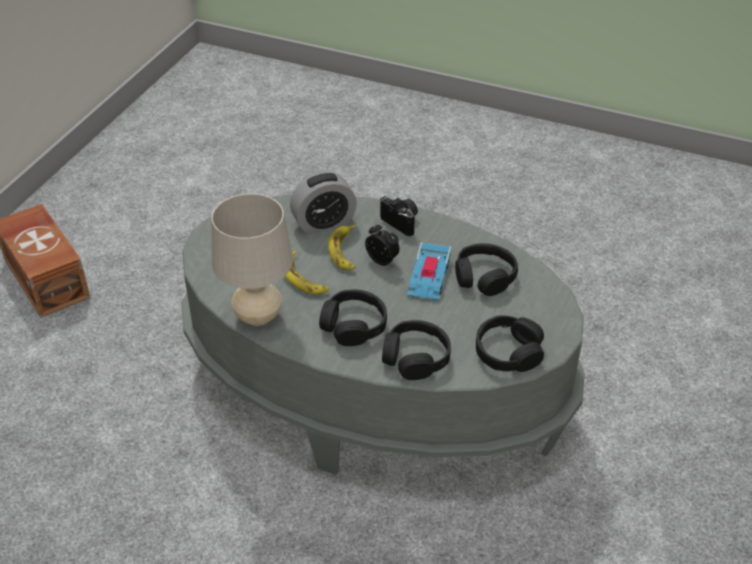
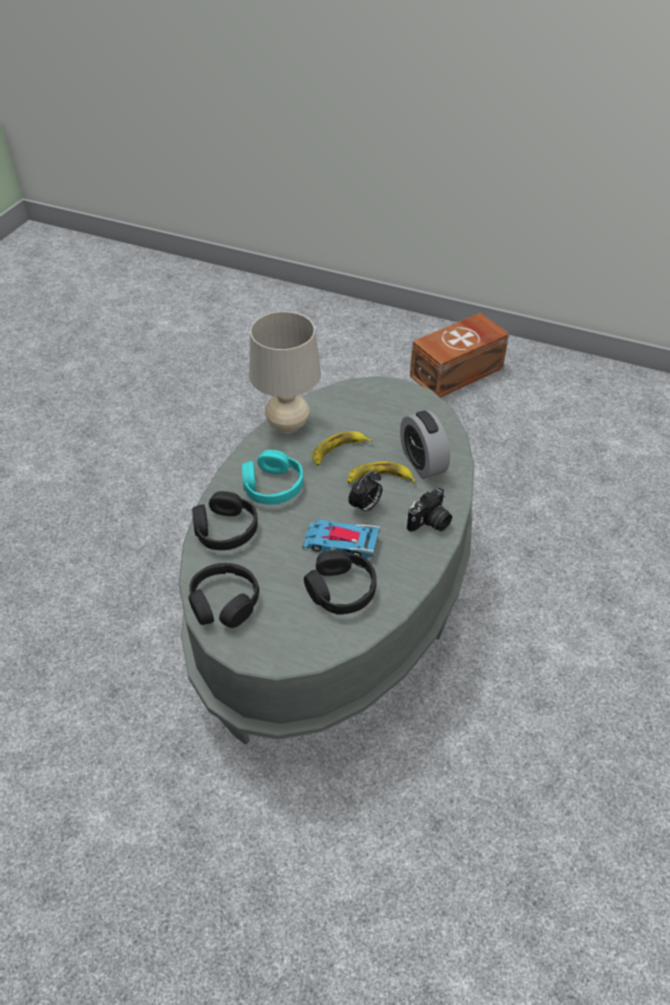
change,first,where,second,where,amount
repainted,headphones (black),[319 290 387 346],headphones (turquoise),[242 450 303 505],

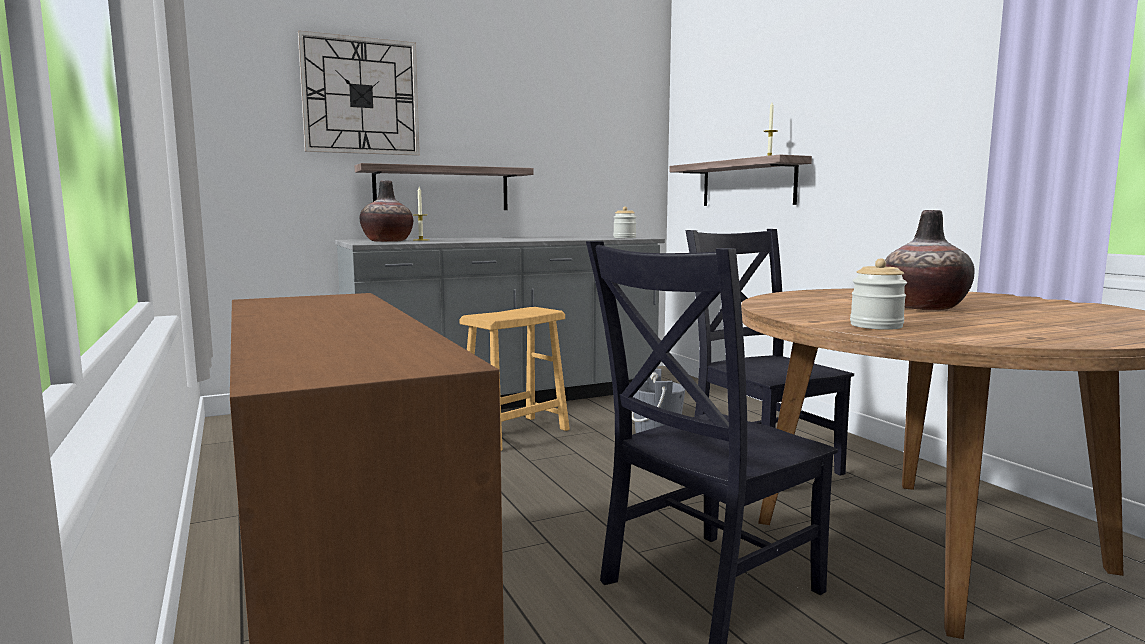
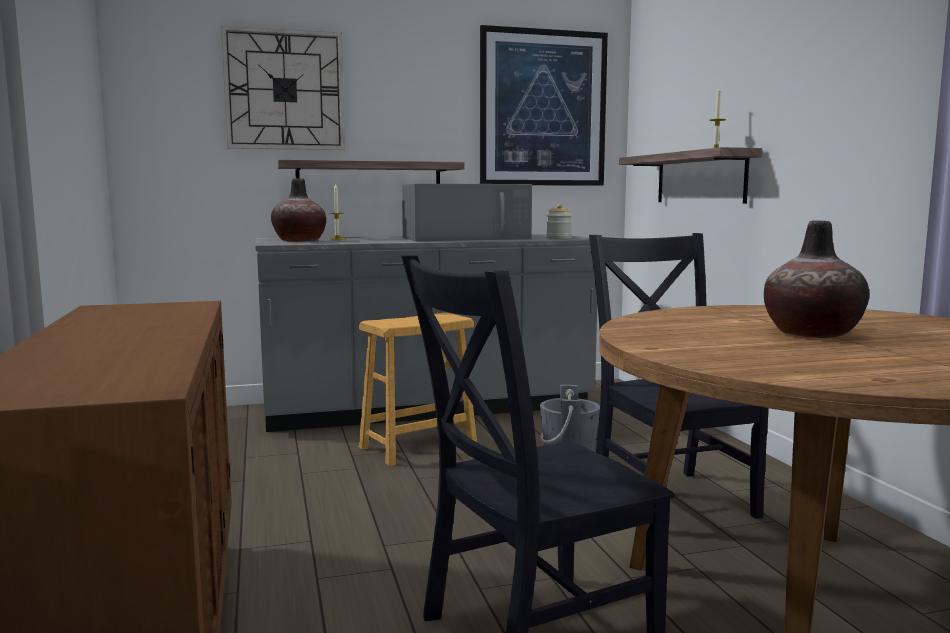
change,first,where,second,where,amount
gone,jar,[850 258 907 330],,,
new,,,microwave (grey),[402 184 532 241],
new,,,picture,[480 25 608 186],

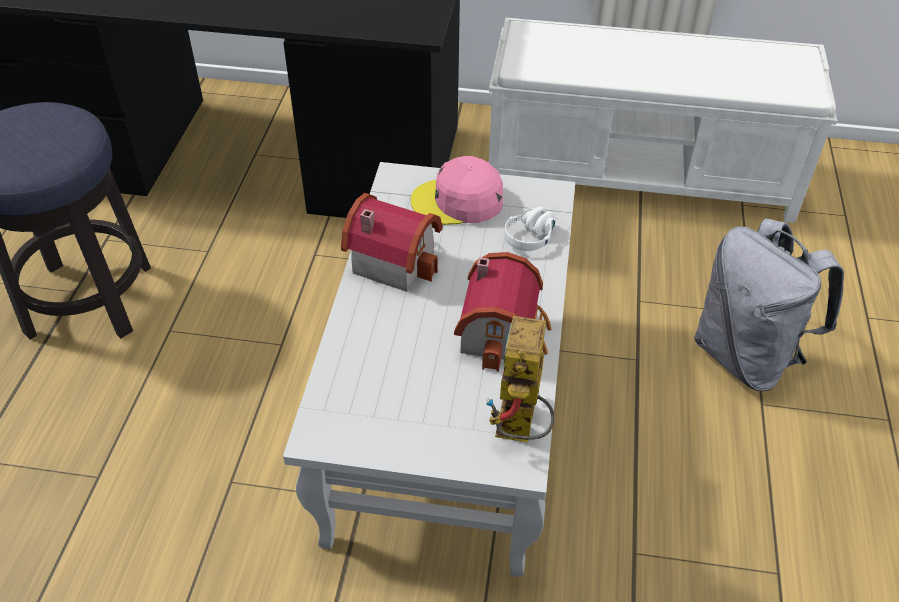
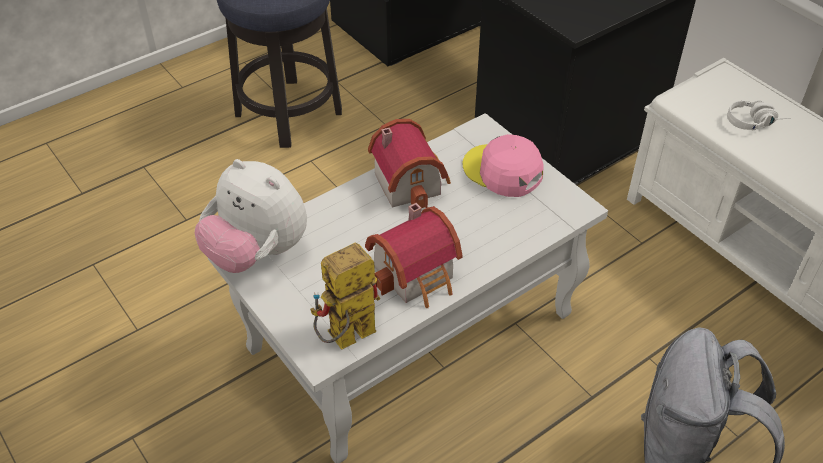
change,first,where,second,where,amount
new,,,plush toy,[195 159 307 273],
shifted,headphones (white),[504 206 566 251],,[727 100 791 130],

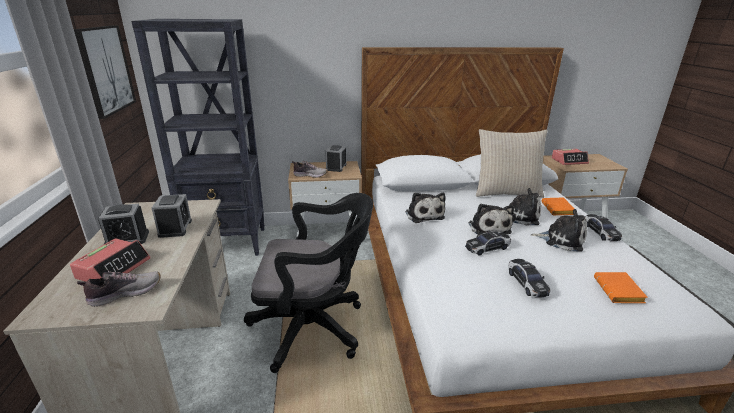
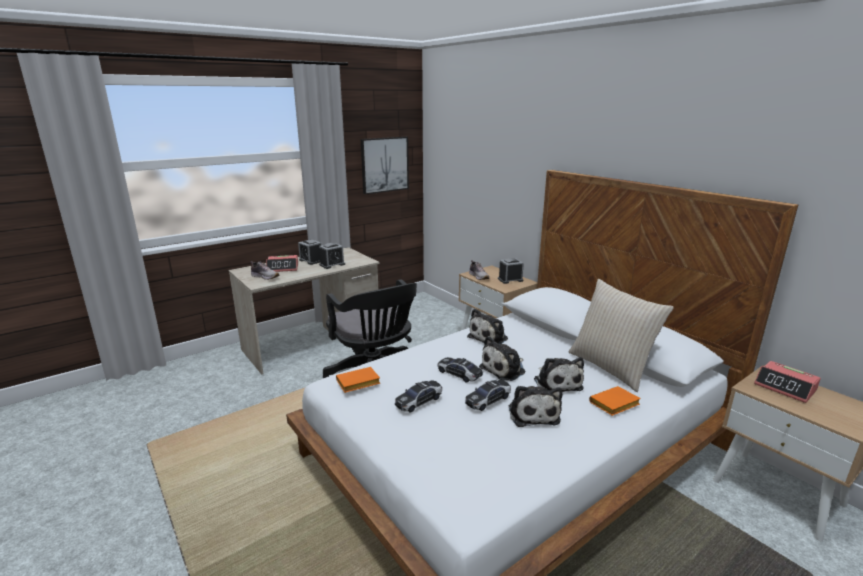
change,first,where,second,where,amount
gone,bookcase (black),[131 19 265 256],,,
shifted,toy car,[585 214 622 241],,[465 380 511 411],
shifted,book (orange),[594 272 648 303],,[336 367 380 393],

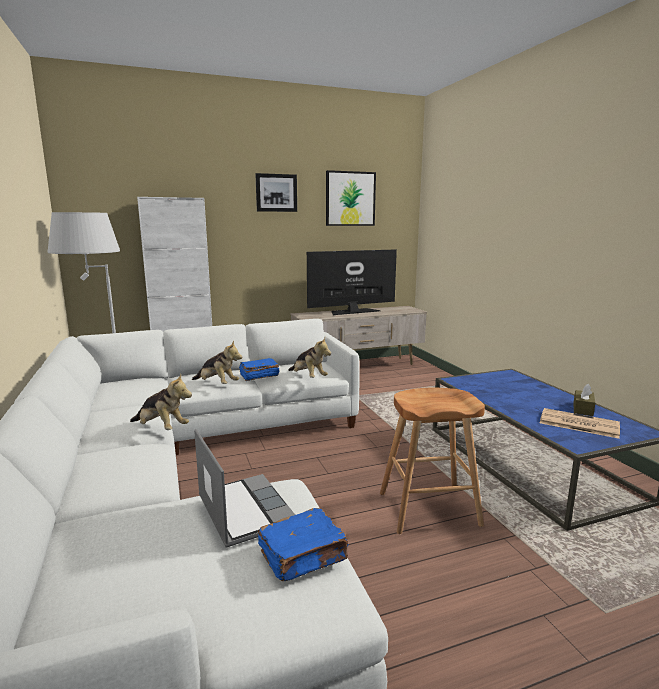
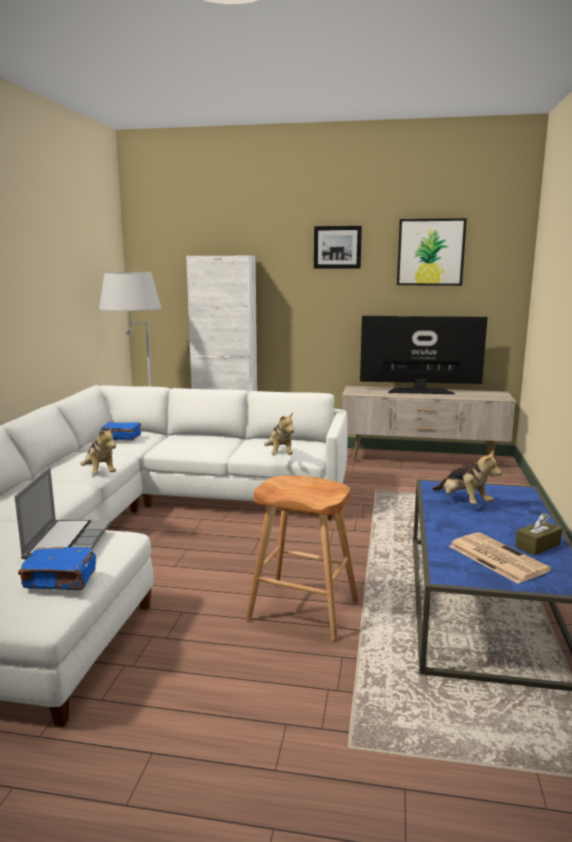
change,first,where,second,where,amount
shifted,plush toy,[192 340 242 384],,[432 450 502 504],
shifted,book (blue),[239 358 279 381],,[99 422 141 441],

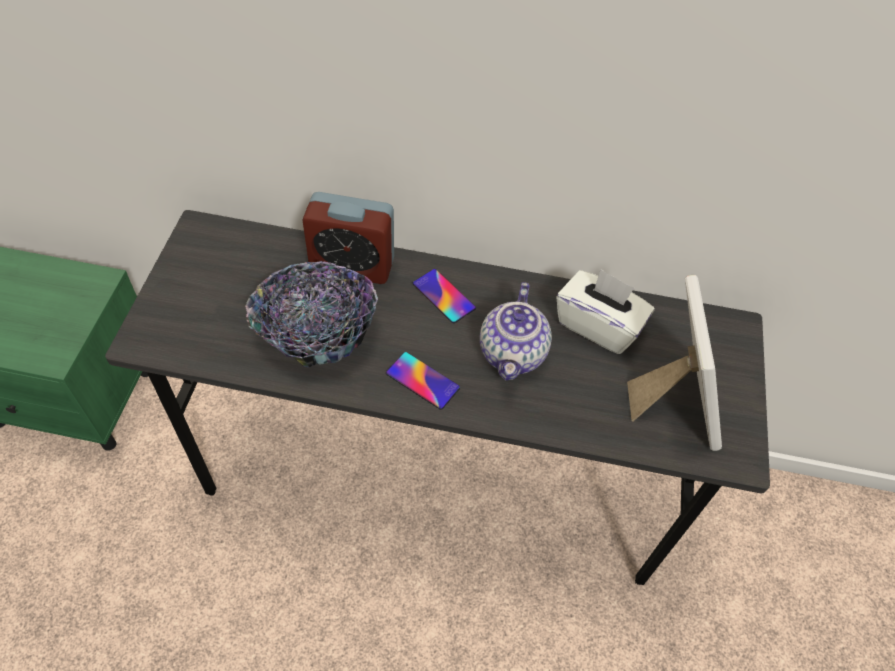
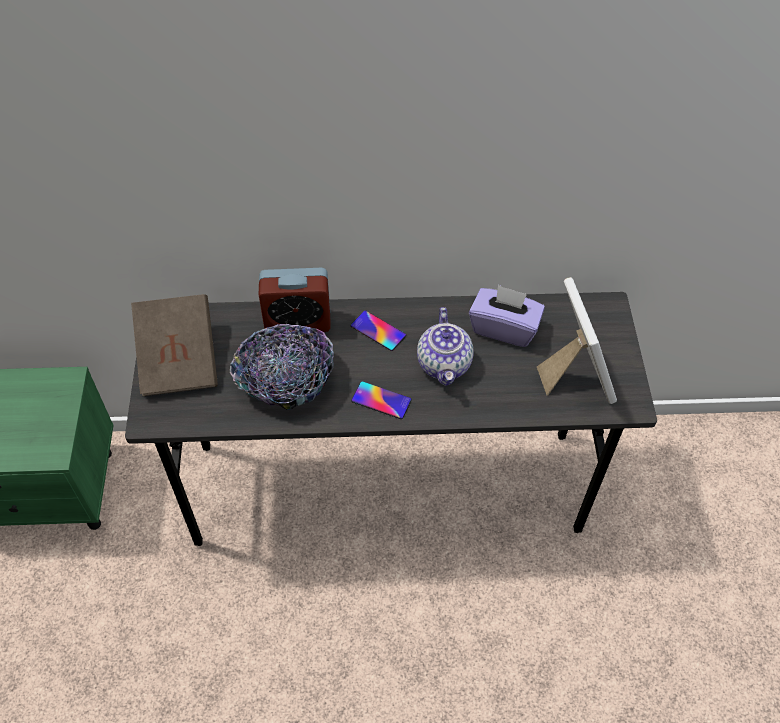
change,first,where,second,where,amount
new,,,book (brown),[131 294 218 396],
repainted,tissue box (white),[557 269 654 354],tissue box (purple),[469 285 545 347],

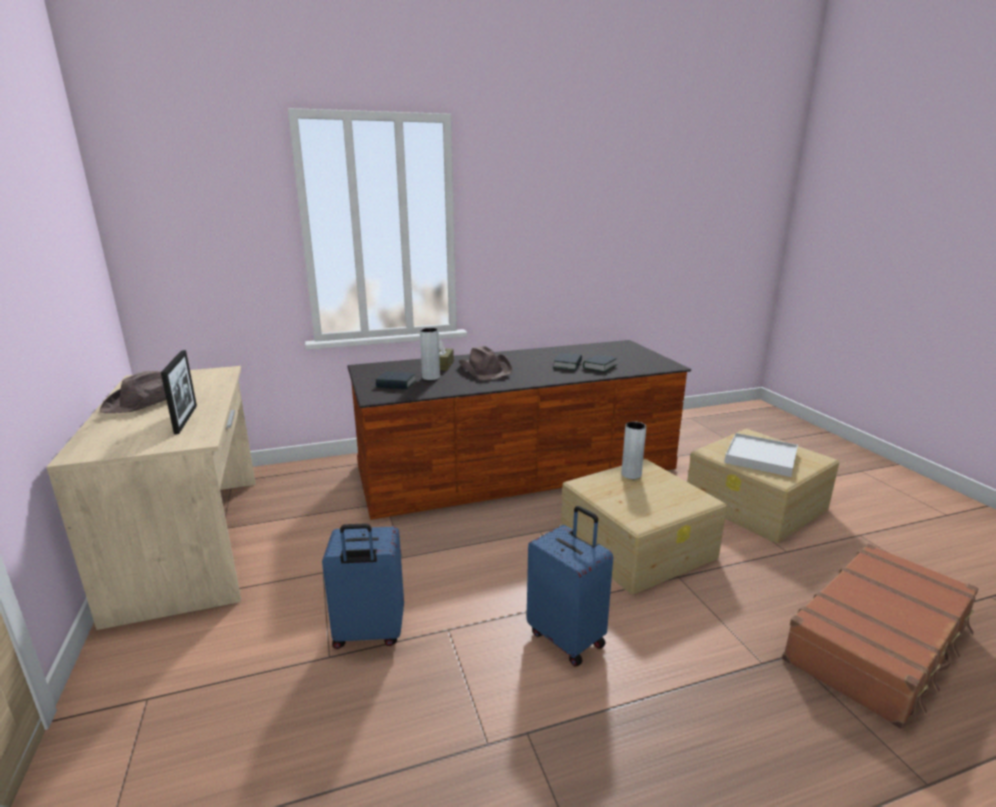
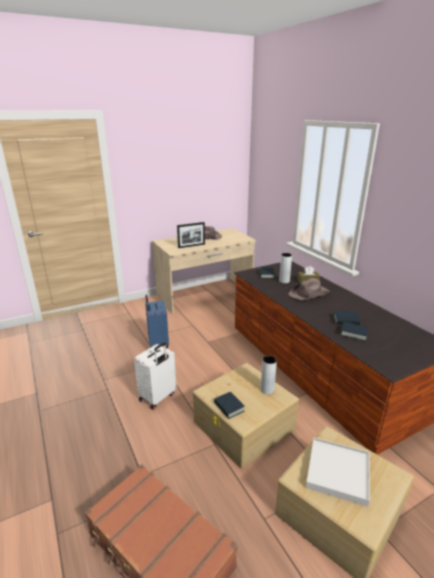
change,first,where,second,where,amount
new,,,book,[214 392 245 419],
repainted,suitcase (blue),[527 506 613 667],suitcase (white),[134 342 176 410],

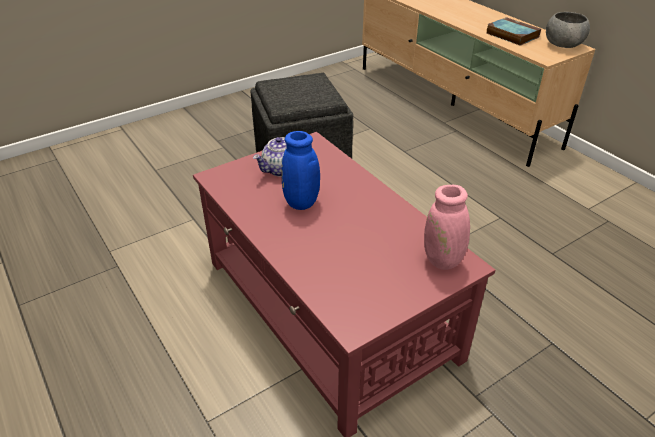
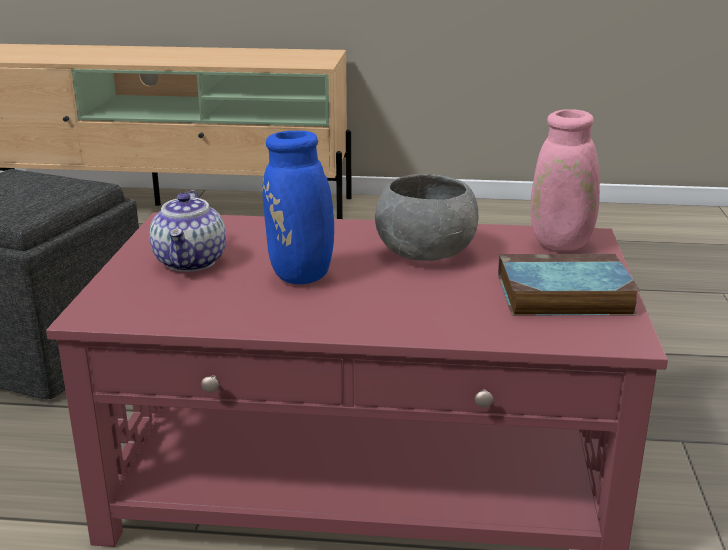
change,first,where,second,where,amount
shifted,book,[487 17 541 46],,[498 254 641 316],
shifted,bowl (grey),[546 12 590 48],,[375 174 478 261],

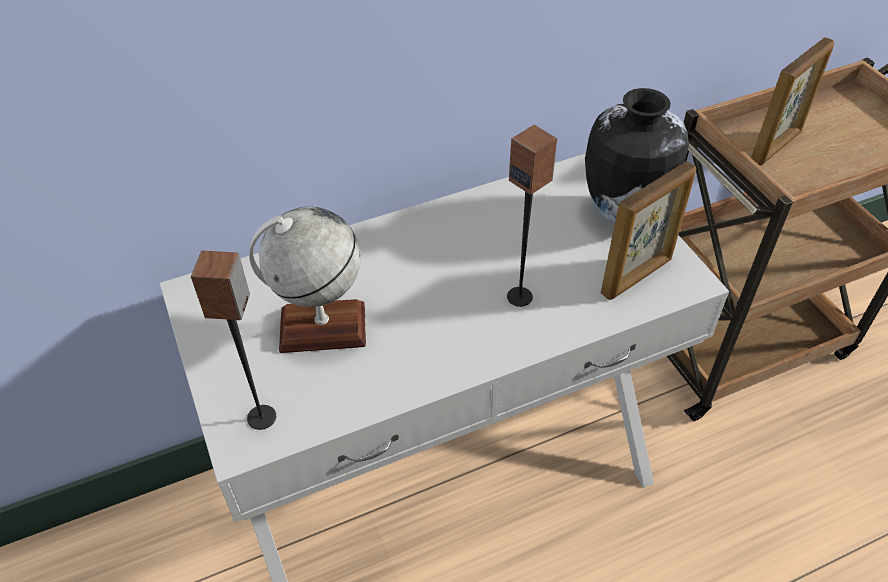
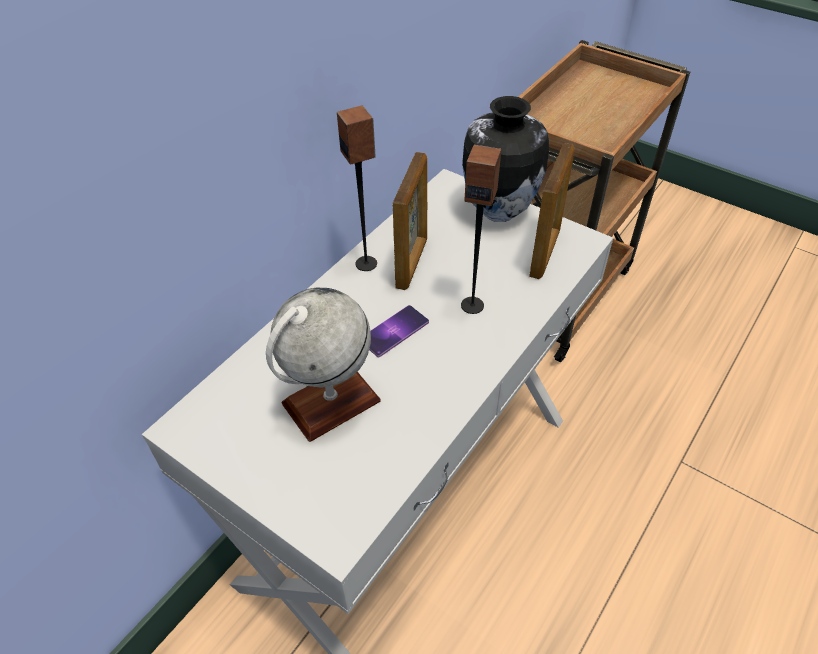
change,first,where,second,where,amount
new,,,phone,[369 305 429 357],
shifted,speaker,[191 251 276 430],,[337 105 377 271],
shifted,picture frame,[751 37 834 166],,[393 152 427 290],

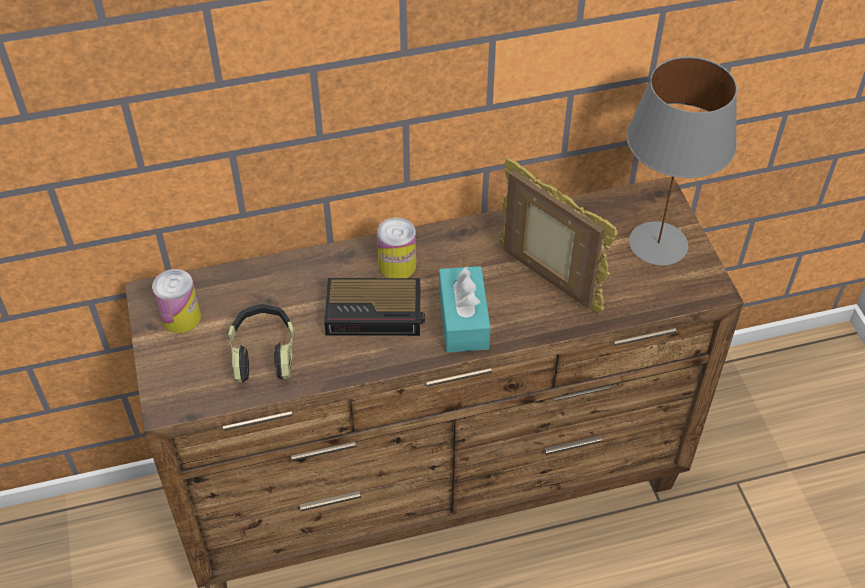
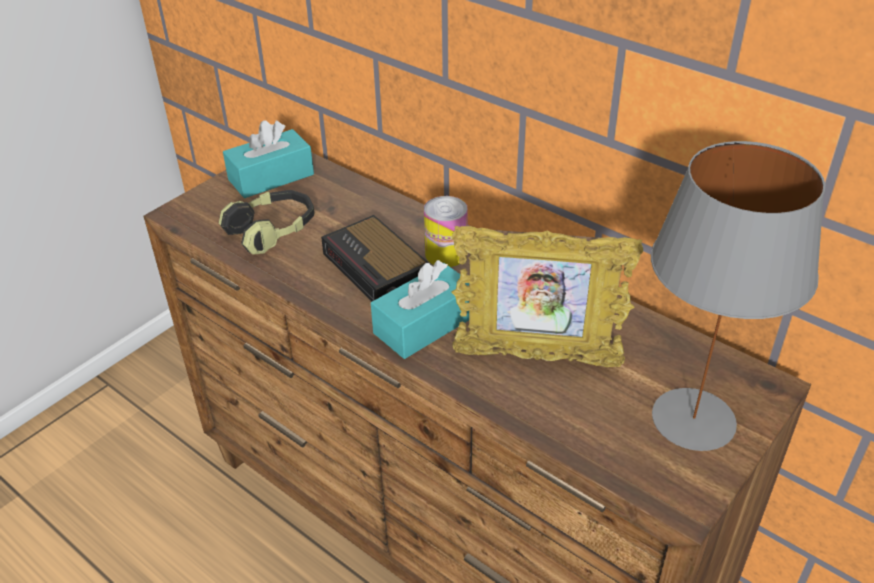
change,first,where,second,where,amount
swapped,can,[152 269 201 333],tissue box (turquoise),[223 120 314 198],
rotated,picture frame,[499 158 618 314],,[451 226 643 367],90 degrees clockwise

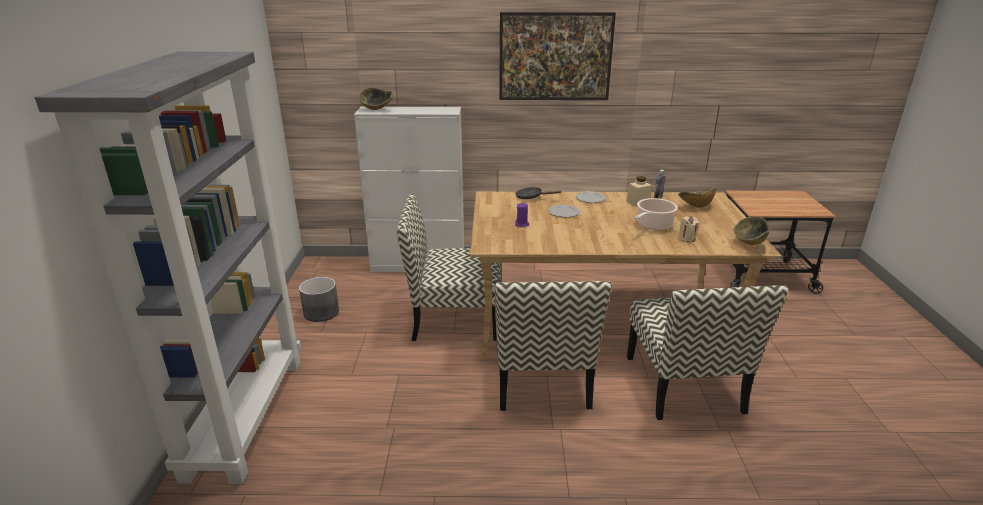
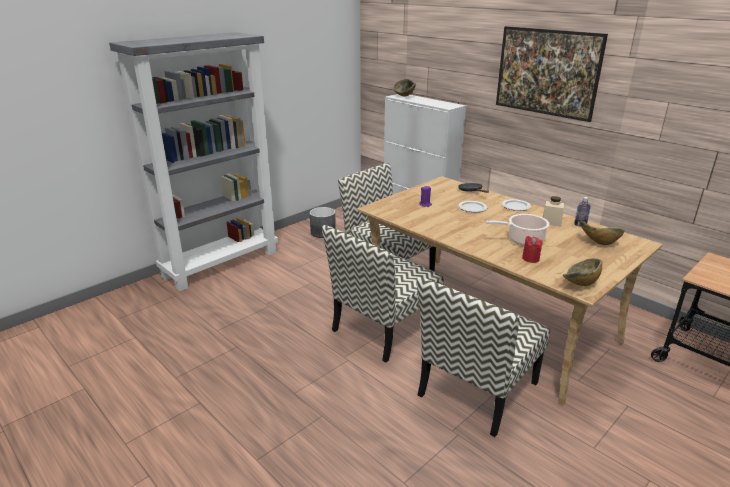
change,first,where,second,where,amount
repainted,candle (beige),[678 216 700 242],candle (red),[522 236 542 263],

